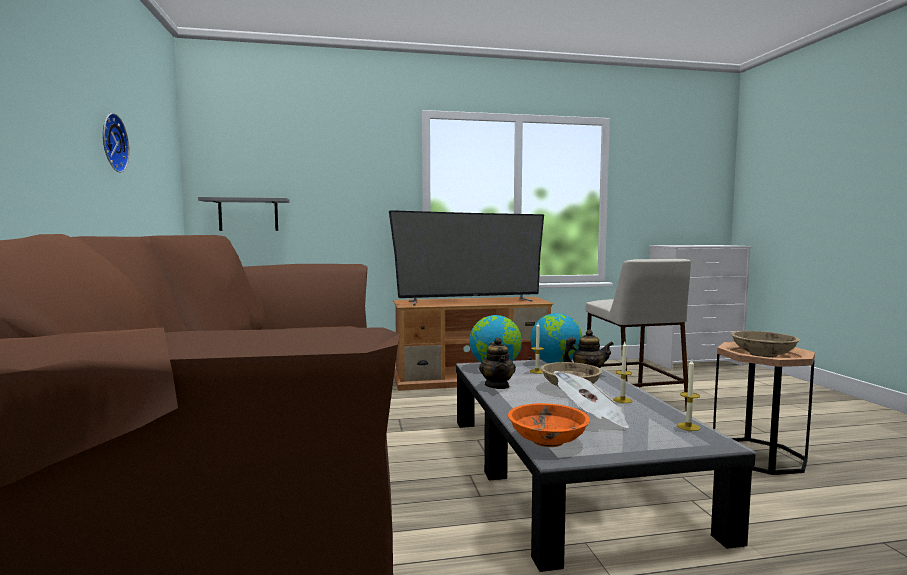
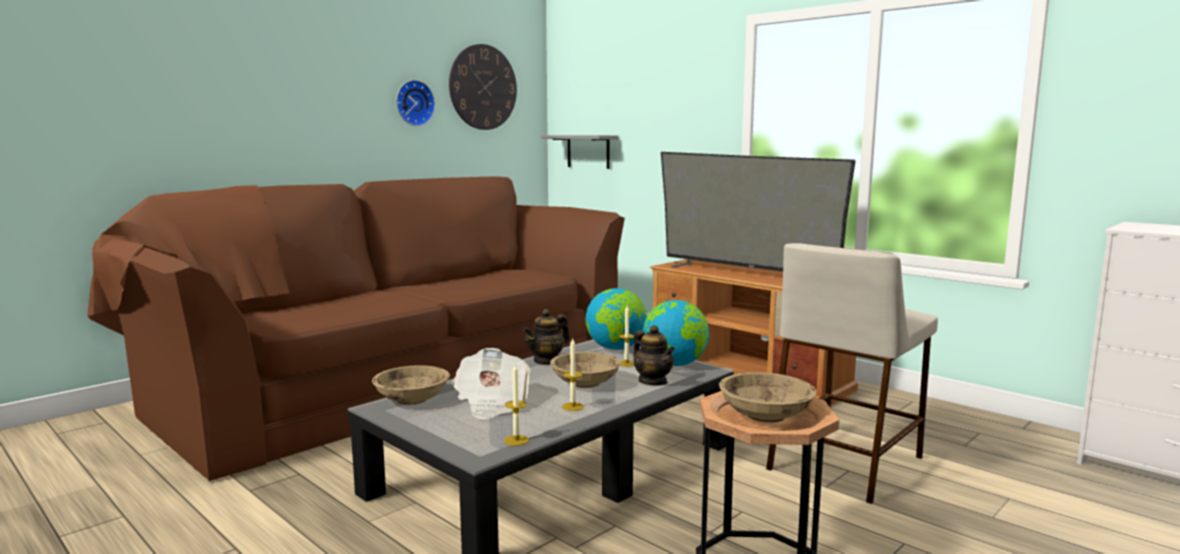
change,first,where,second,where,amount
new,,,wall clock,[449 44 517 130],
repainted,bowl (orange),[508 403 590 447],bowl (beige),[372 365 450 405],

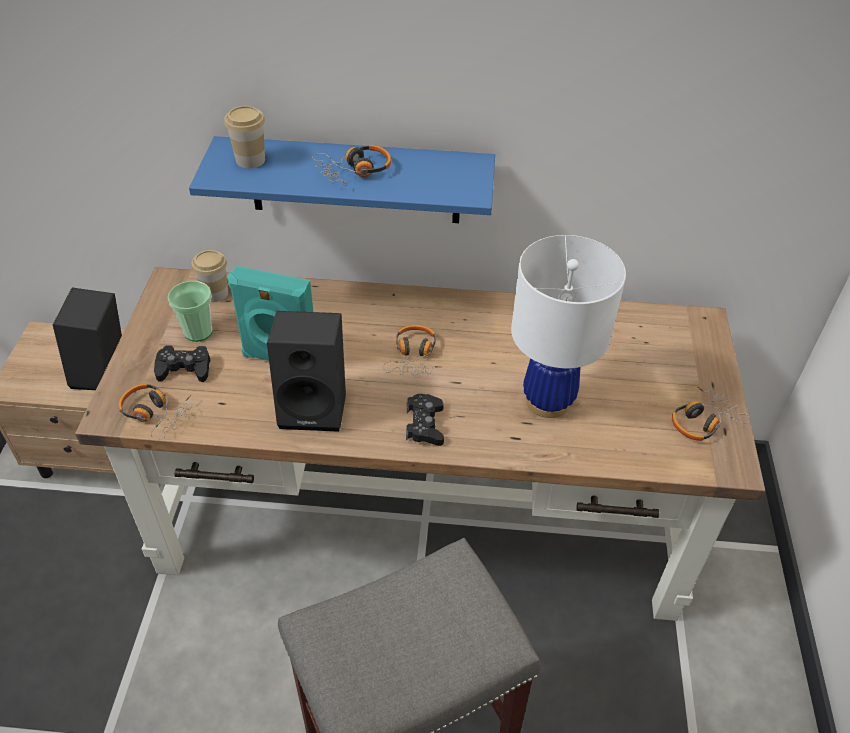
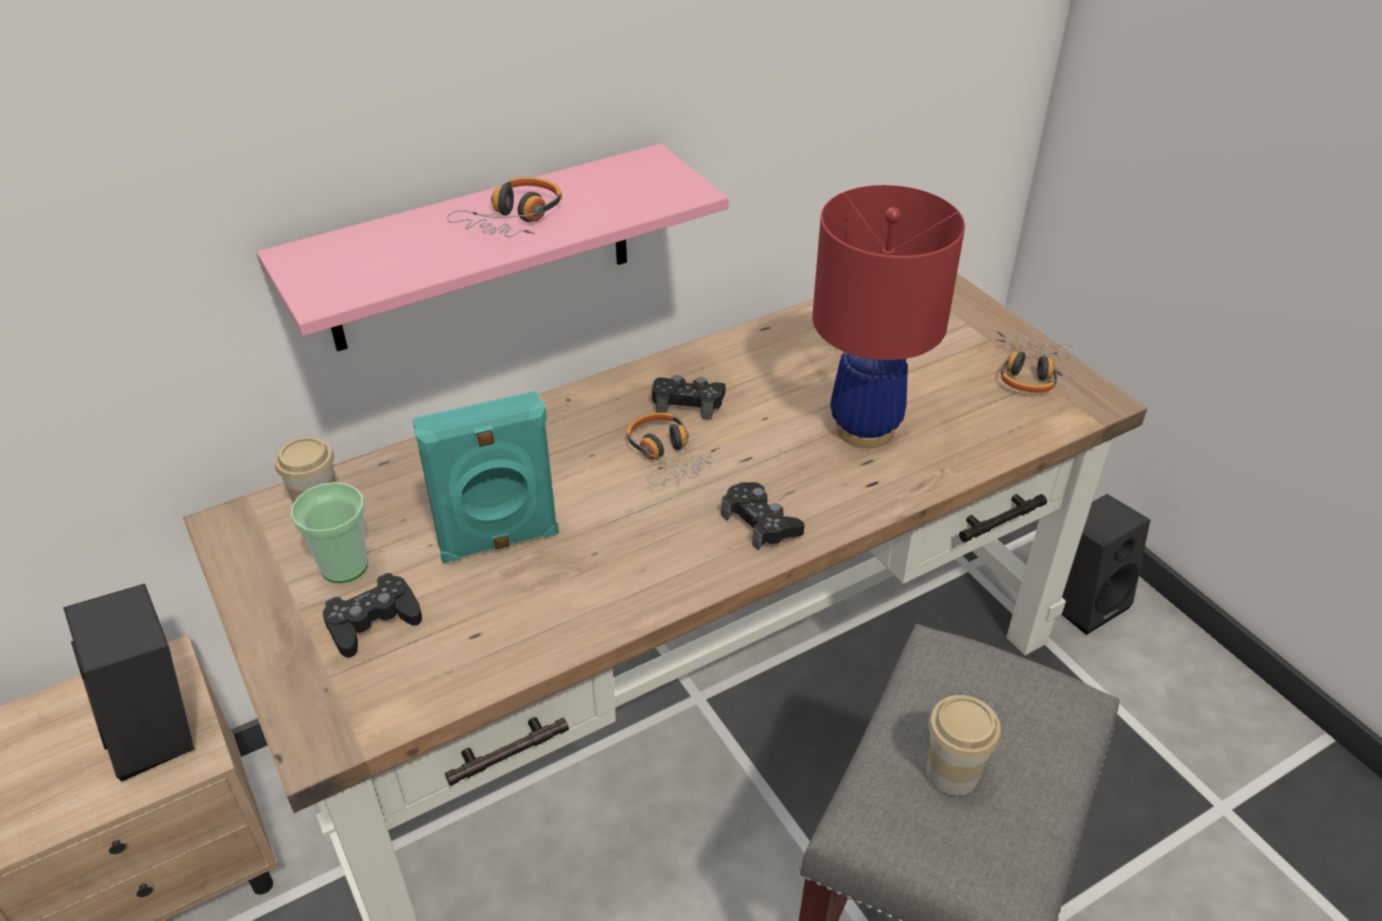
change,first,where,second,where,amount
gone,headphones,[118 383 192 440],,,
new,,,game controller (black),[652 375 725 420],
shifted,cup,[224 106 265 168],,[927 695 1001 796],
shifted,speaker (black),[267 311 346 432],,[1062 494 1150 635],
repainted,shelf (blue),[189 136 495 223],shelf (pink),[257 144 729 352],
repainted,table lamp (white),[511 235 626 418],table lamp (red),[812 185 965 448],

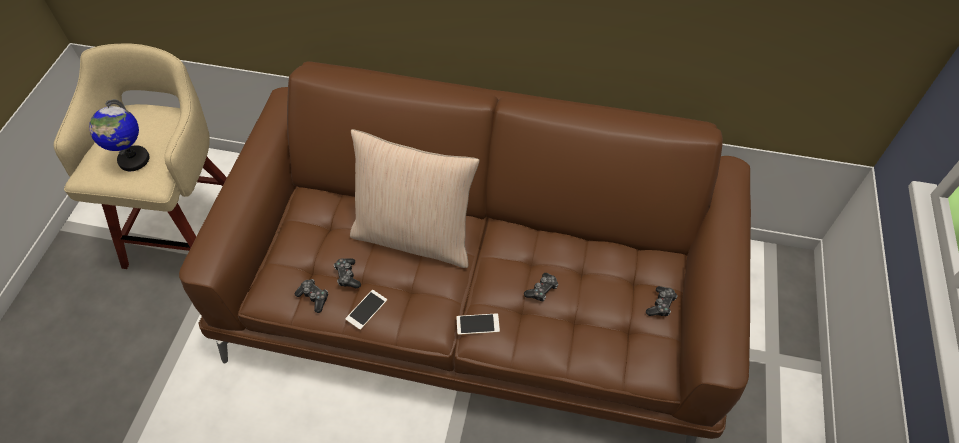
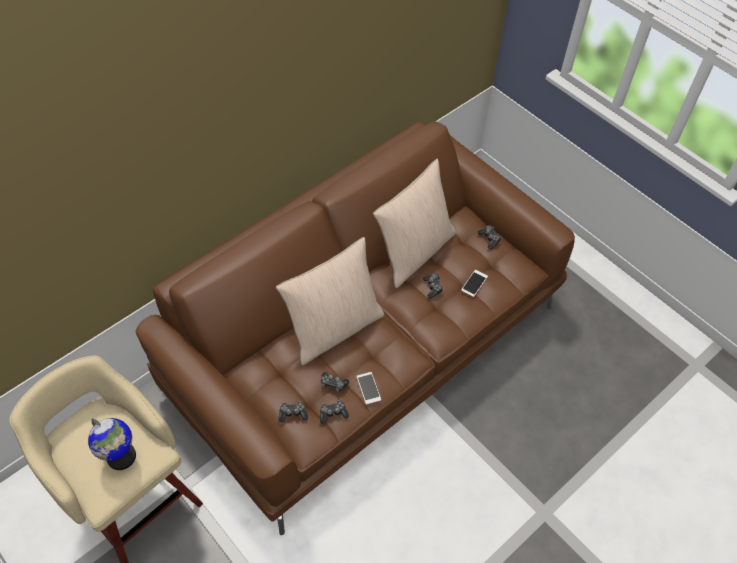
change,first,where,second,where,amount
new,,,game controller,[278 401 308 422],
new,,,pillow (beige),[373 159 456 288],
shifted,phone,[456 313 500 335],,[461 270 488 297],

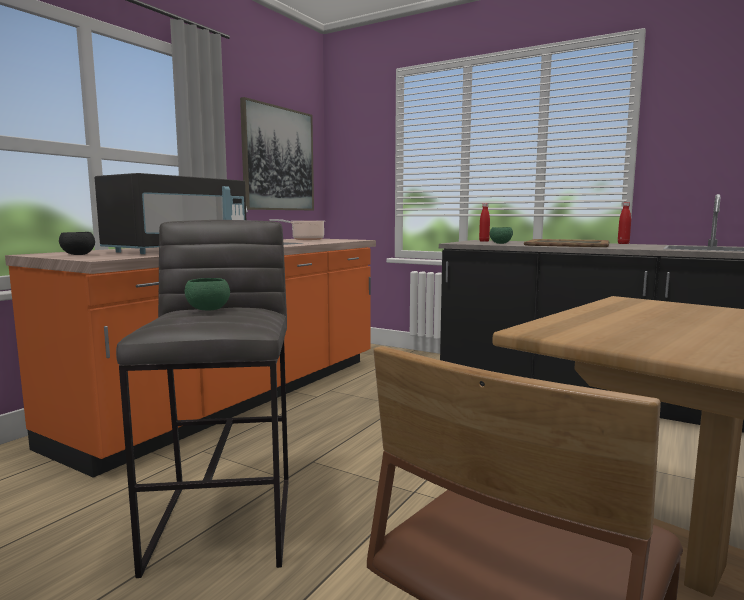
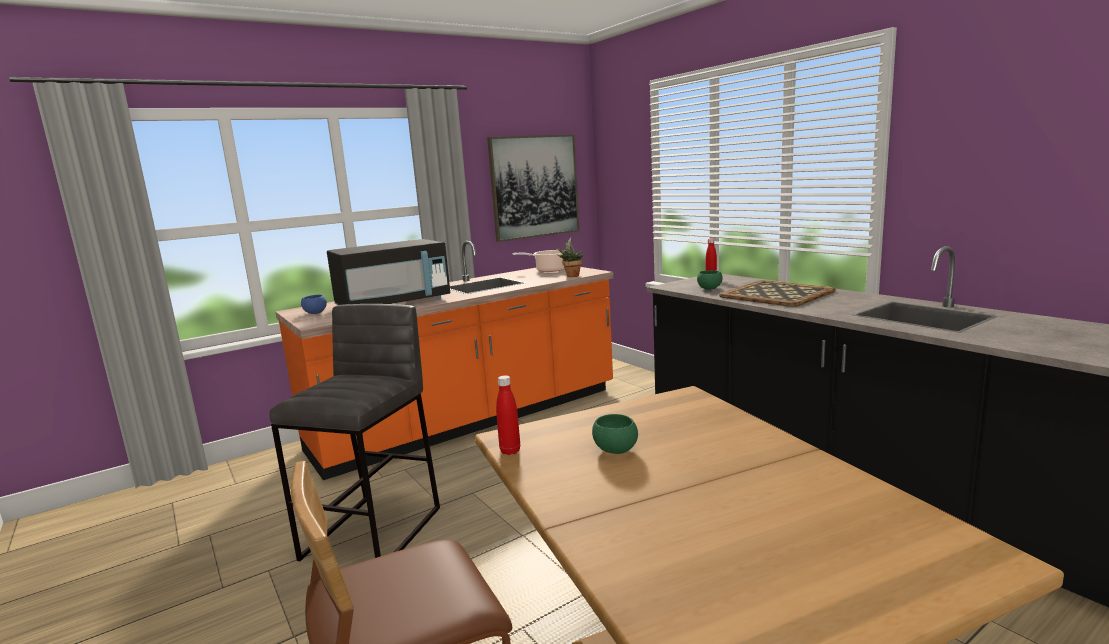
change,first,where,second,where,amount
new,,,potted plant,[558 237 583 277],
shifted,bowl (green),[185 278 230 310],,[592 414 638 454],
shifted,bottle (red),[618 202 631 244],,[496 375 520 455],
repainted,bowl (black),[59 232 95 255],bowl (blue),[301 295 327 314],

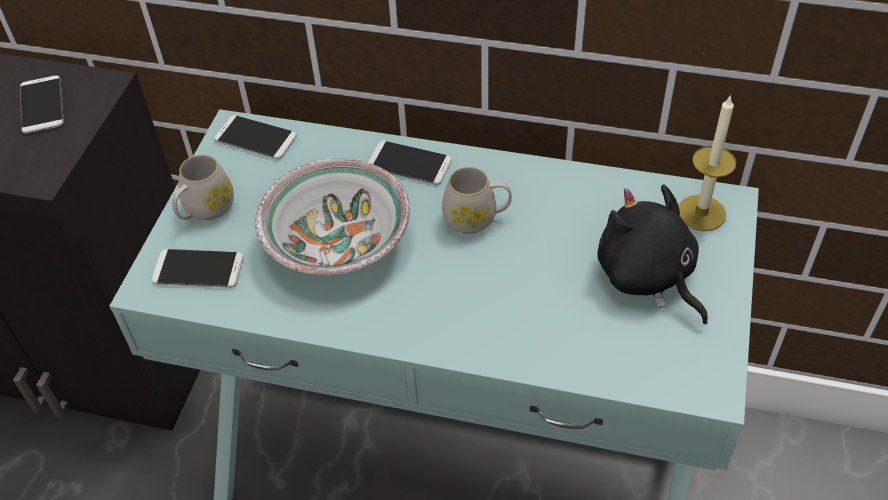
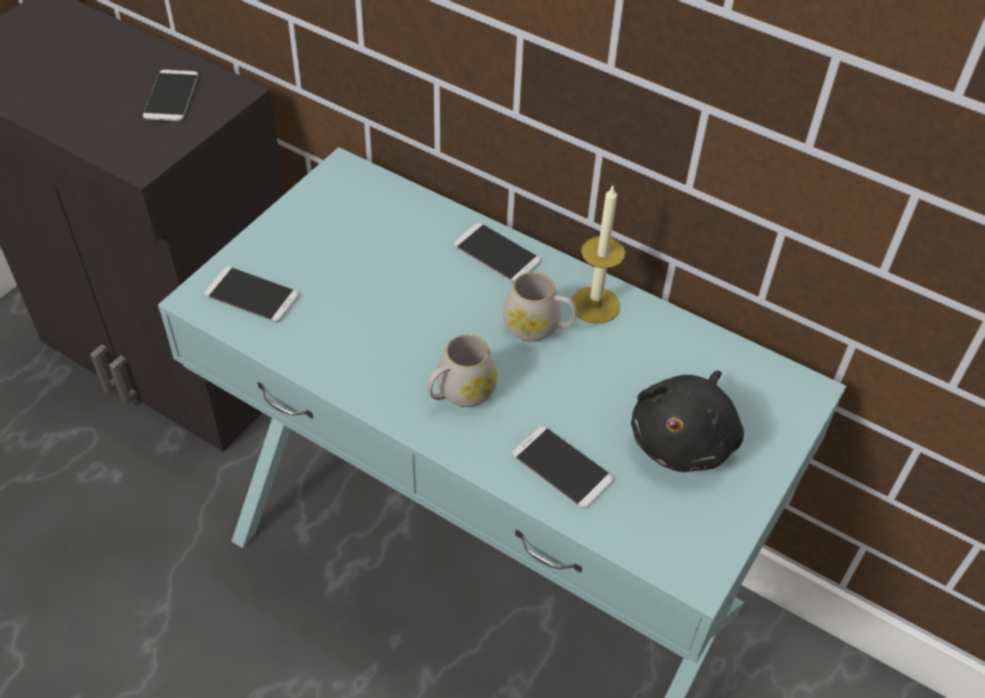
change,first,where,second,where,amount
gone,bowl,[255 158 410 275],,,
shifted,mug (white),[172 155 234 220],,[427 334 497 407],
shifted,phone,[214 115 297 159],,[512 426 613 508],
shifted,candle,[679 94 737 231],,[572 186 625 324],
rotated,plush toy (black),[597 184 708 324],,[631 371 744 472],135 degrees counterclockwise

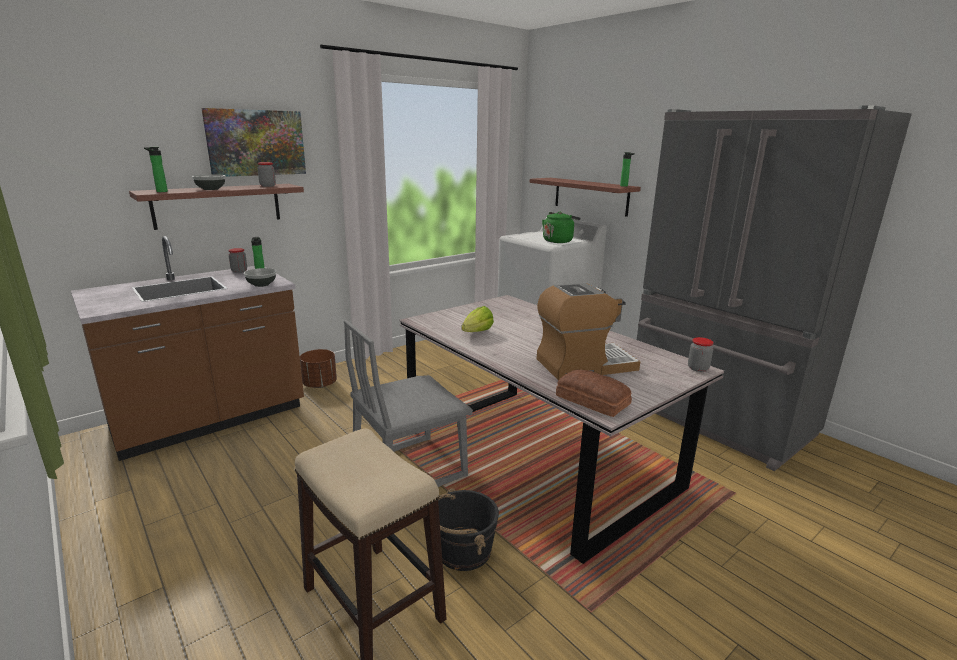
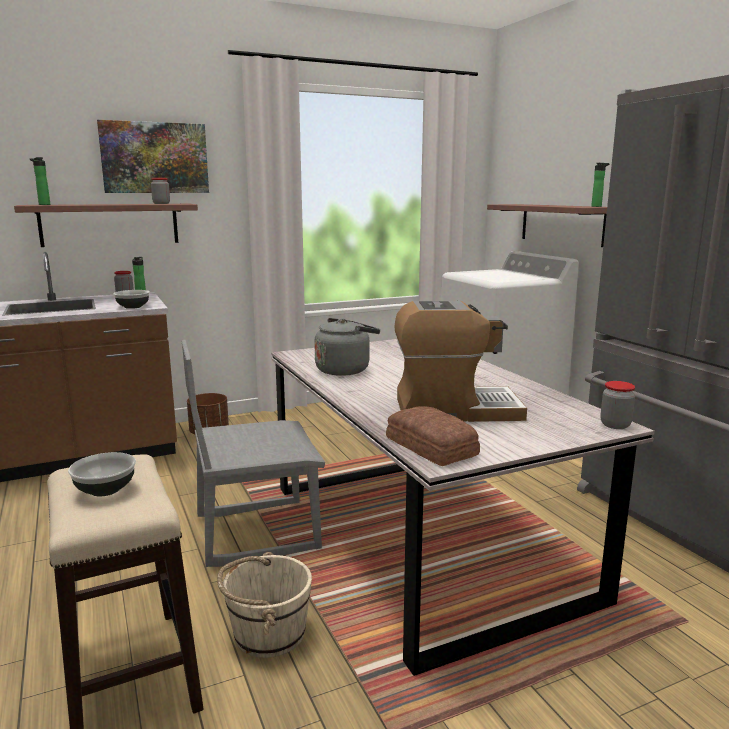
change,first,where,second,where,amount
gone,kettle (green),[542 212 581 243],,,
shifted,bowl,[192 174 225 190],,[68 452 136 496],
swapped,lettuce,[461 306 494 332],kettle (grey),[314 318 380 376],
repainted,bucket (black),[438 488 499 571],bucket (beige),[217 552 312 658],

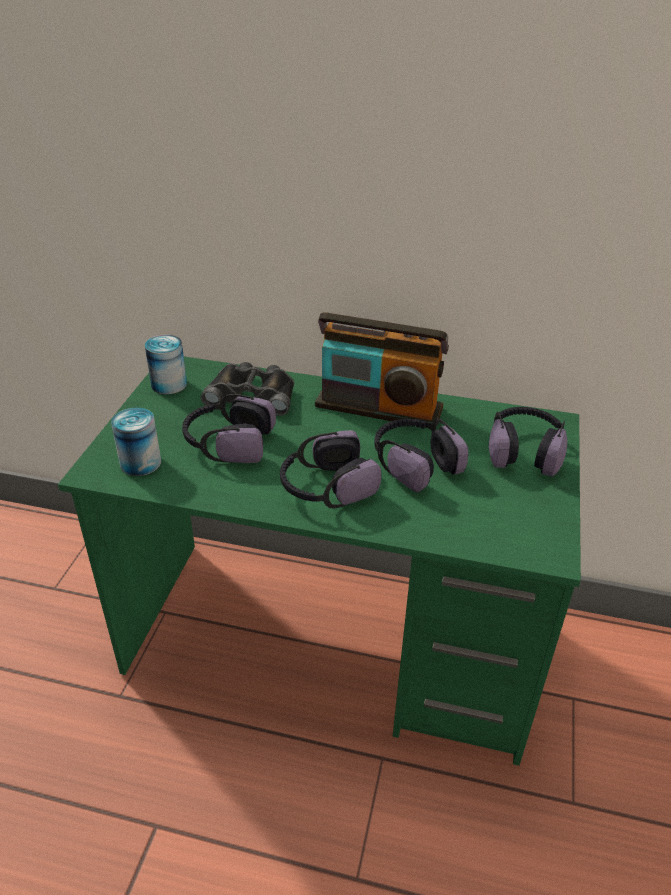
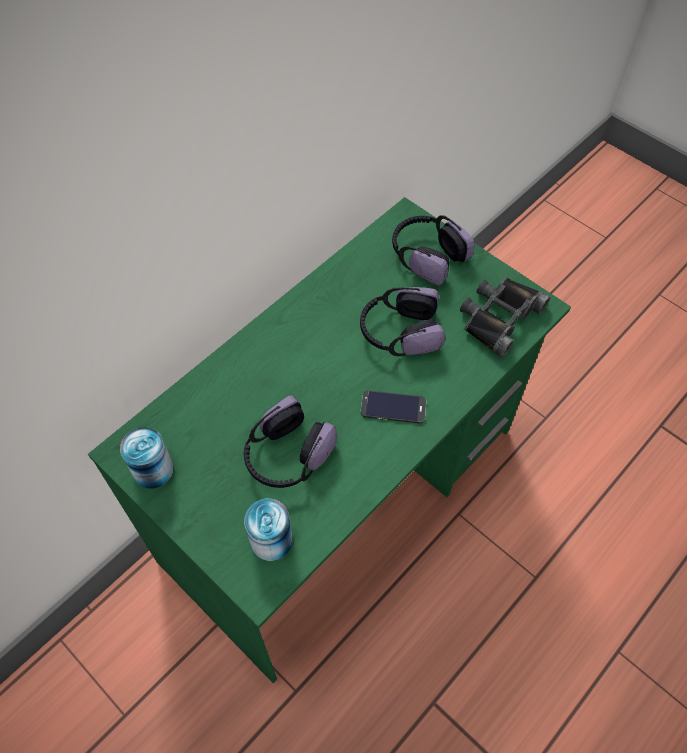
change,first,where,second,where,amount
gone,radio,[315 312 449 427],,,
shifted,binoculars (black),[201 362 294 416],,[460 277 550 357],
swapped,headphones,[280 430 381 509],phone,[361 391 426 423],

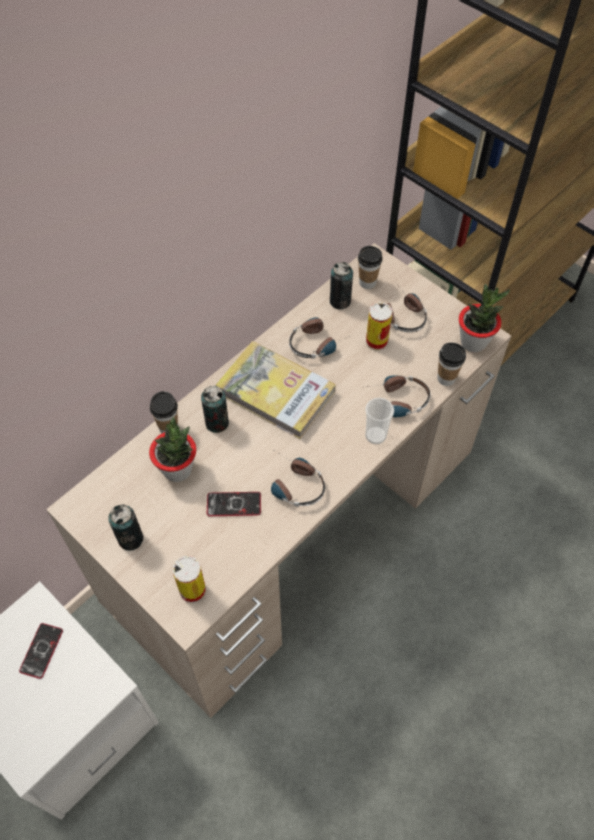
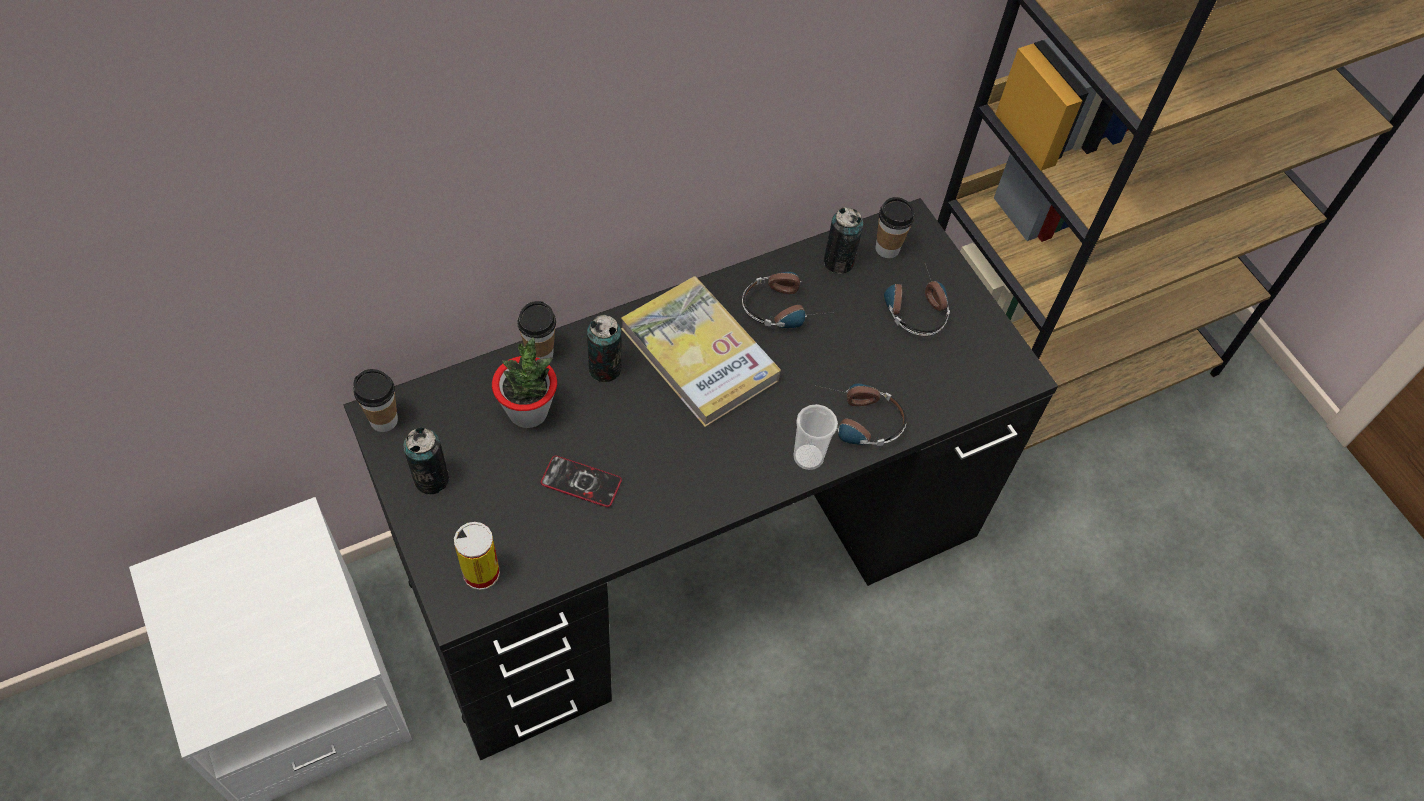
change,first,where,second,where,amount
gone,phone,[19 623 63 679],,,
gone,headphones,[271 451 325 507],,,
gone,can,[366 302 392 350],,,
gone,potted plant,[459 284 510 352],,,
shifted,cup,[437 343 466 386],,[353 369 398 432],
repainted,desk (beige),[46 243 511 718],desk (black),[344 198 1058 760],

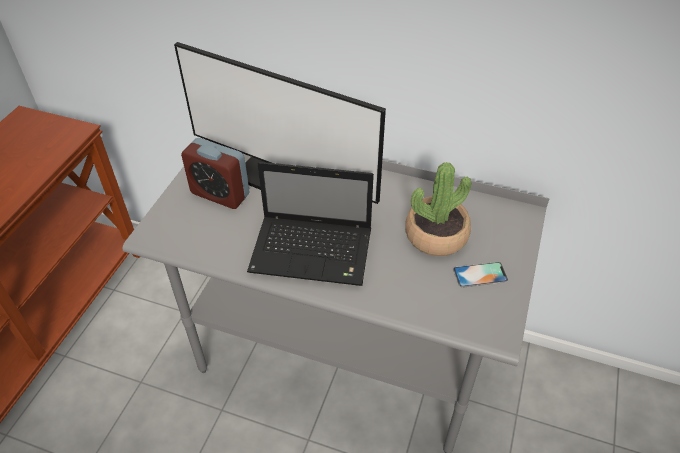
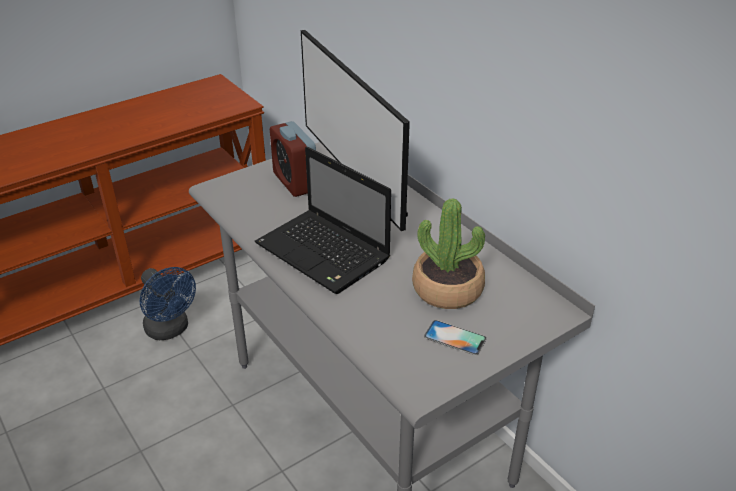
change,first,where,second,where,amount
new,,,fan (blue),[139 267 196 340],

